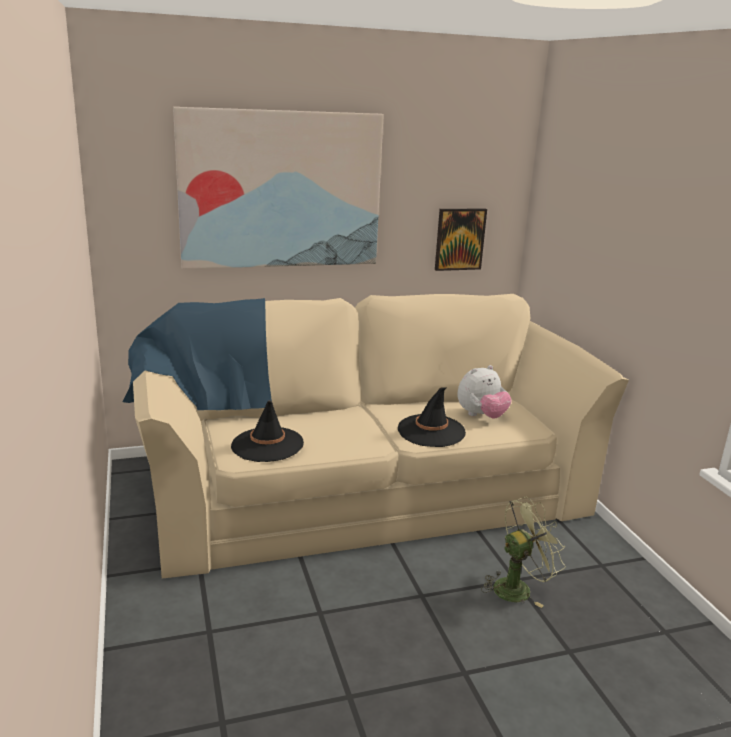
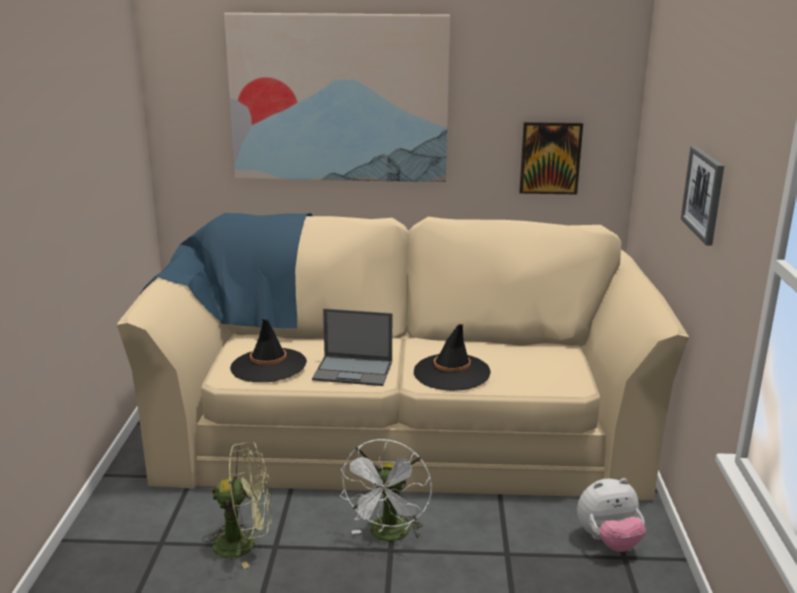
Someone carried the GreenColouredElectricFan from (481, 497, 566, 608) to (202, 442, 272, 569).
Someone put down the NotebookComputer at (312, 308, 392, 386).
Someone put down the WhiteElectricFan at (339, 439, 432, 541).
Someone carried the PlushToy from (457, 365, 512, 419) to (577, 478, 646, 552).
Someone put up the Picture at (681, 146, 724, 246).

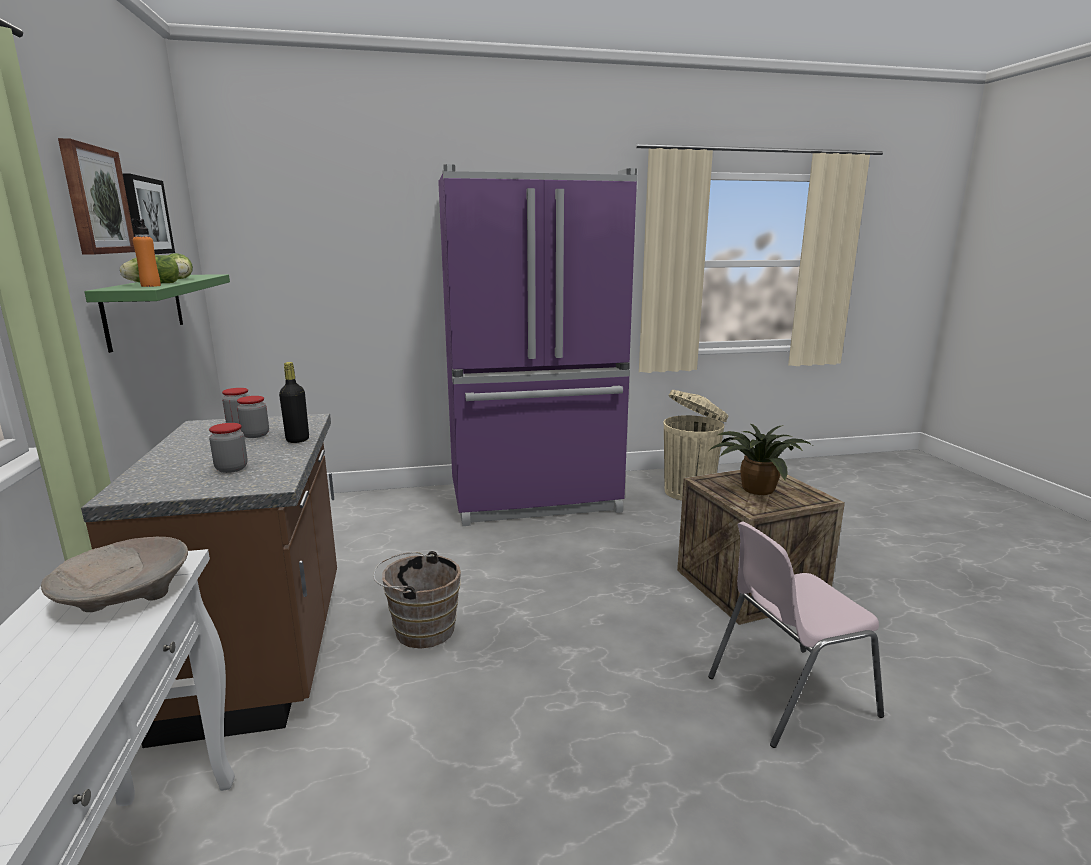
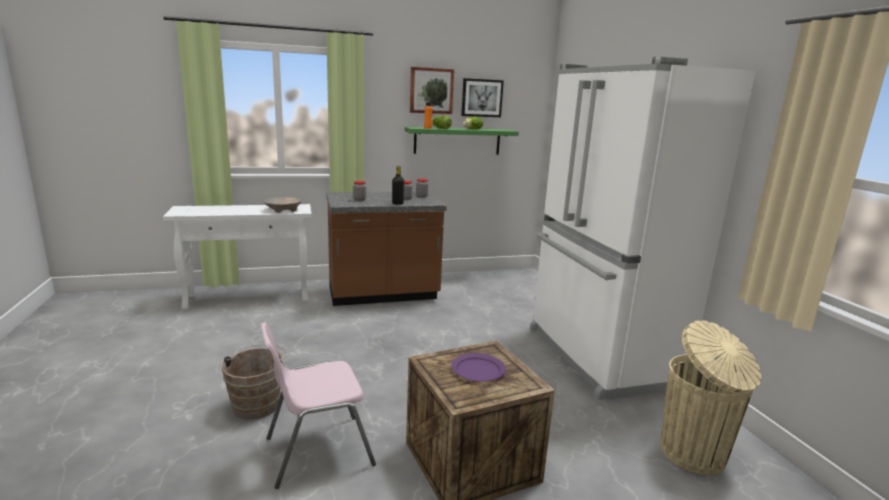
Someone carried the BrownColouredWaterBucket from (373, 551, 461, 649) to (222, 344, 287, 420).
Someone rotated the PinkishChair at (708, 521, 884, 748) by 90 degrees counterclockwise.
Someone swapped the PottedPlant at (709, 424, 812, 495) for the PurpleColouredDinnerPlate at (451, 353, 506, 382).
Someone repainted the PurpleColouredFridge at (438, 164, 637, 526), which became the WhiteFridge at (530, 57, 756, 400).

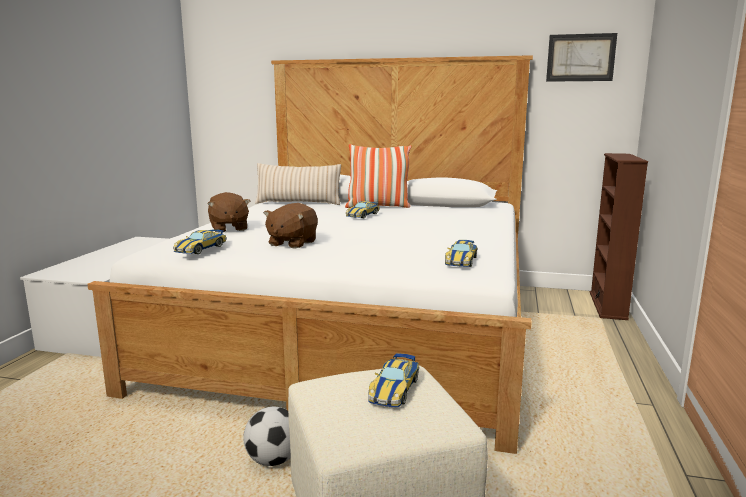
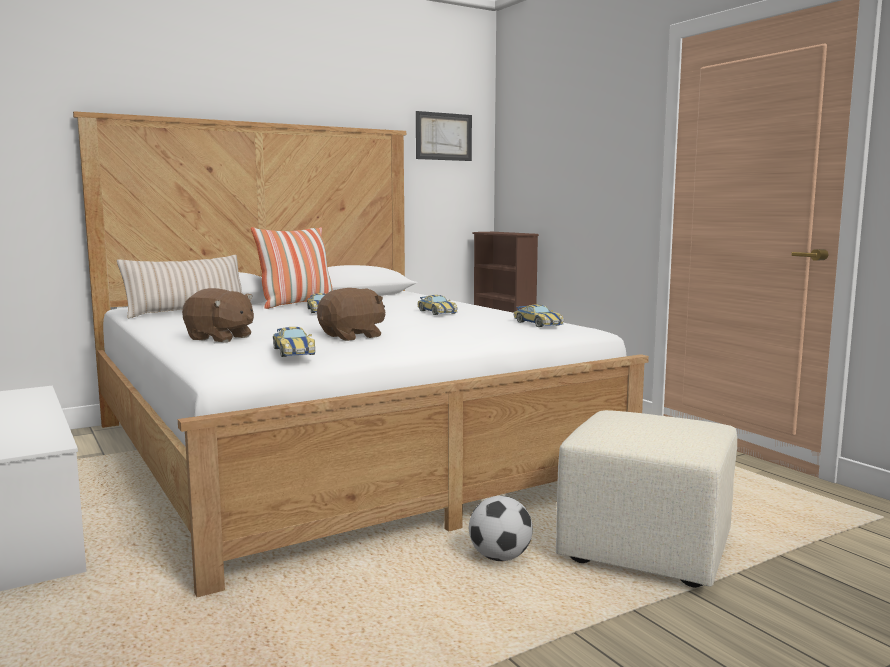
Someone rotated the BrownColouredPlushToy at (263, 203, 318, 249) by 105 degrees counterclockwise.
Someone carried the ModelCar from (368, 353, 419, 407) to (417, 295, 458, 315).

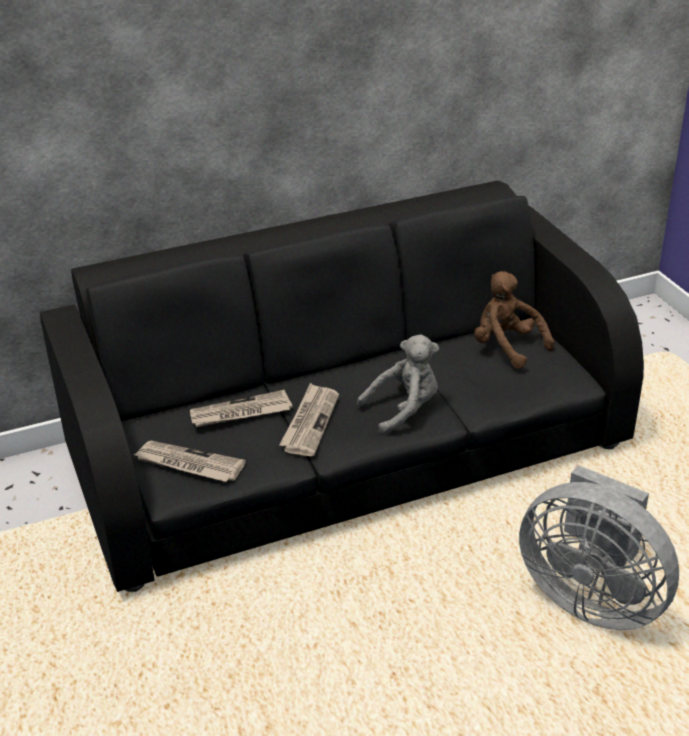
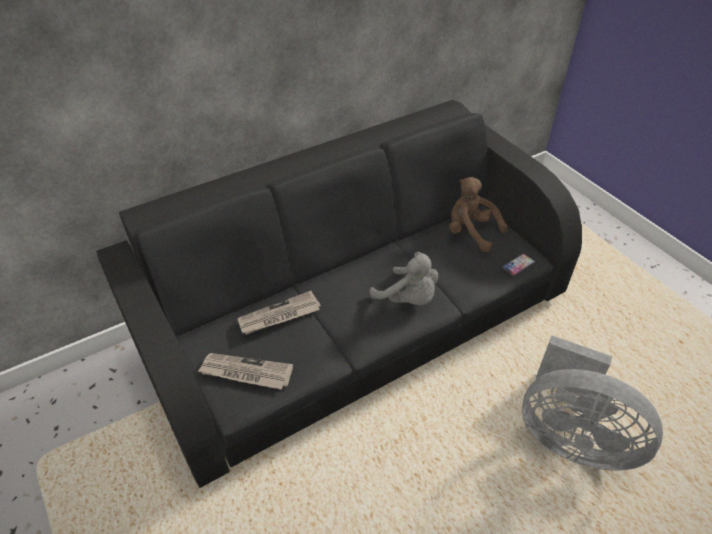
Someone rotated the GreyishPlushToy at (357, 335, 439, 436) by 75 degrees clockwise.
Someone put down the Phone at (502, 254, 535, 276).
Someone took away the PrintedPaper at (279, 383, 339, 456).

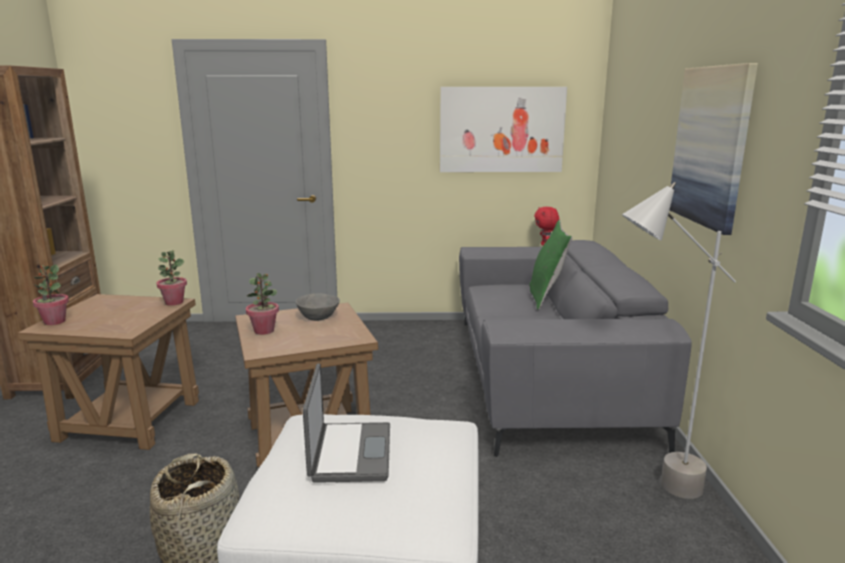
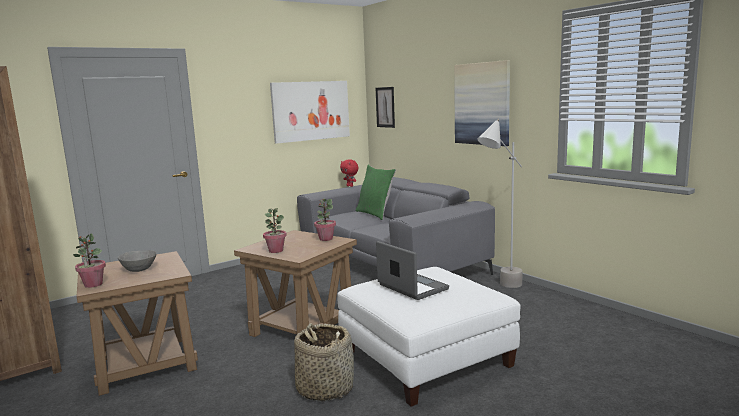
Someone carried the GreyishDeepDish from (296, 293, 340, 321) to (118, 250, 157, 272).
Someone carried the PottedPlant from (156, 250, 187, 306) to (314, 198, 336, 241).
Someone put up the Picture at (376, 87, 395, 128).

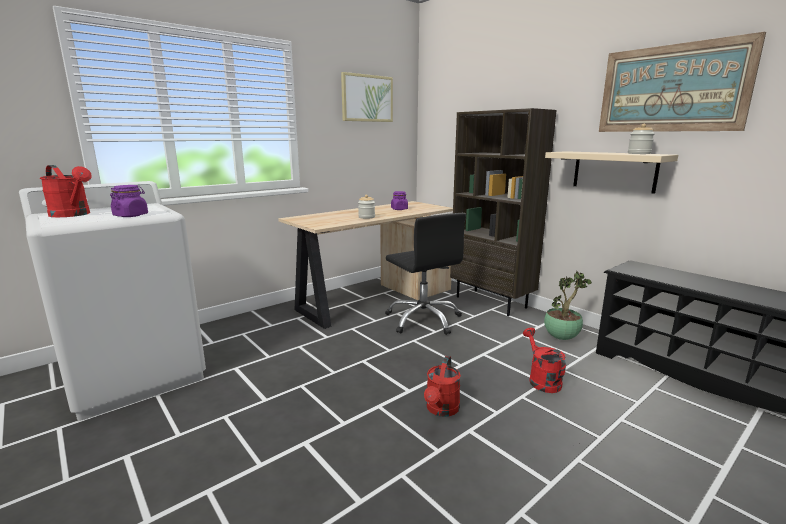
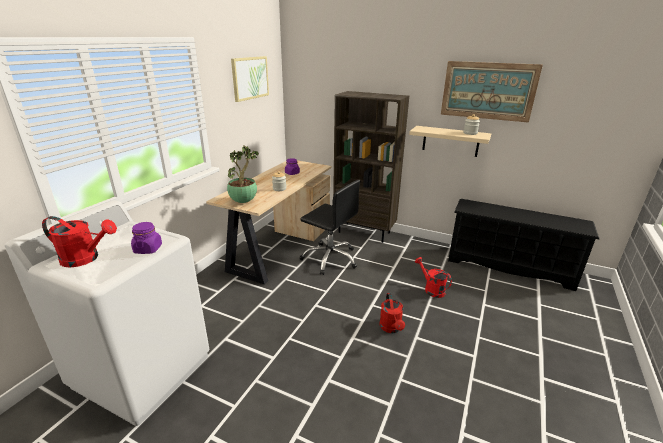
Someone carried the PottedPlant from (544, 271, 592, 340) to (227, 145, 259, 203).

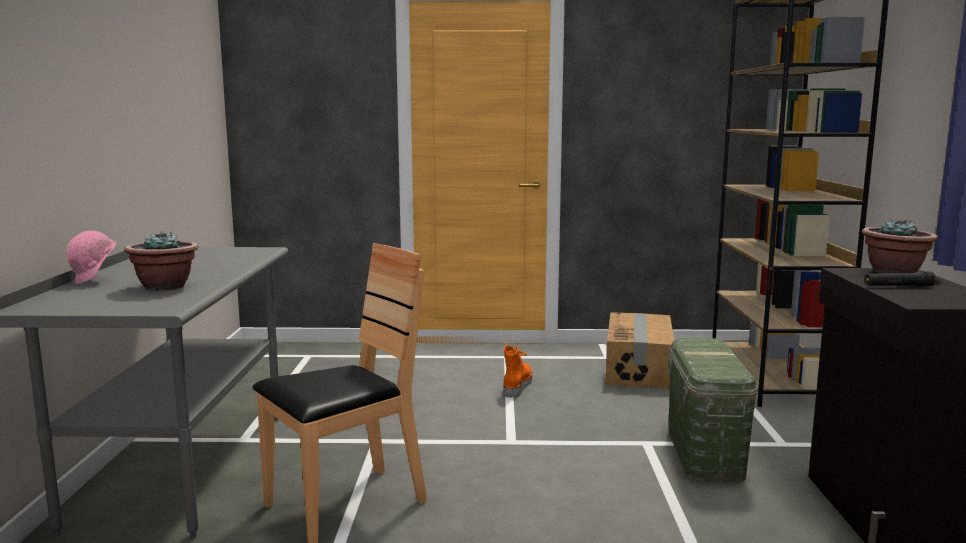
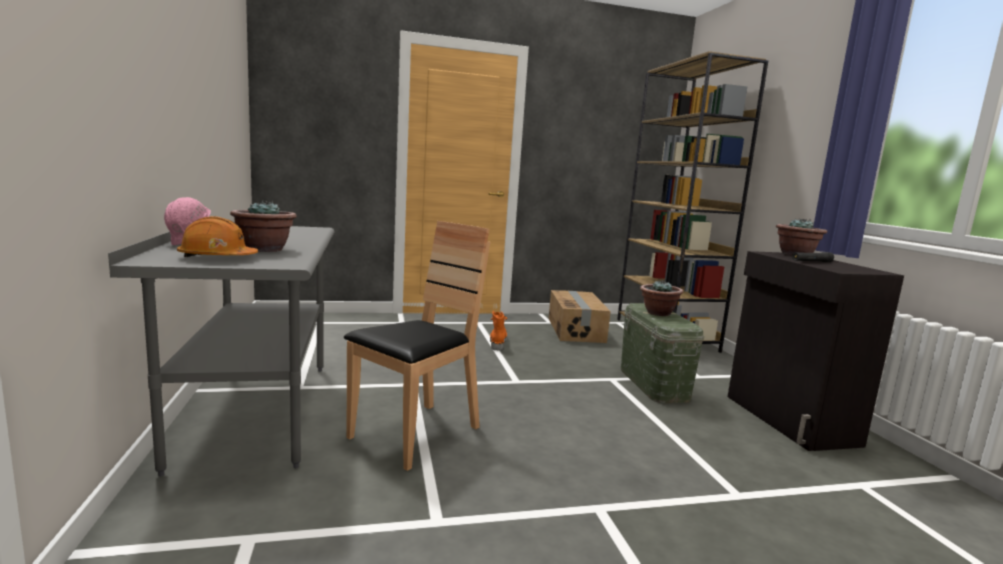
Someone put down the OrangeSafetyHelmet at (177, 216, 258, 257).
Someone put down the PottedPlant at (640, 280, 683, 316).

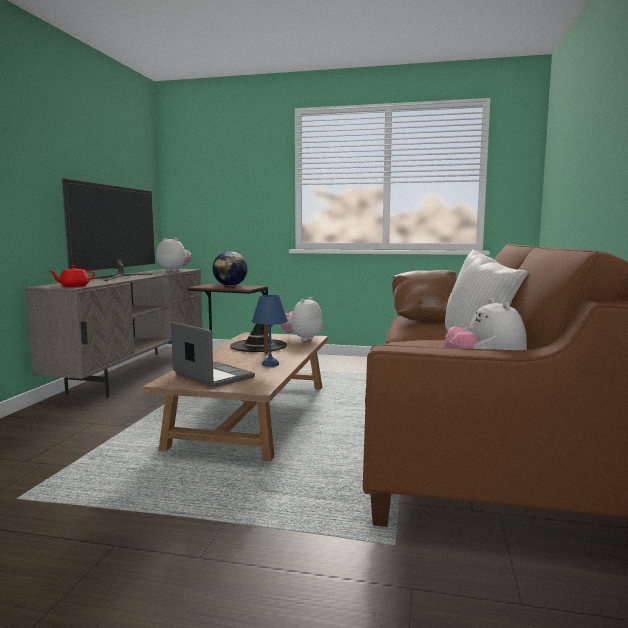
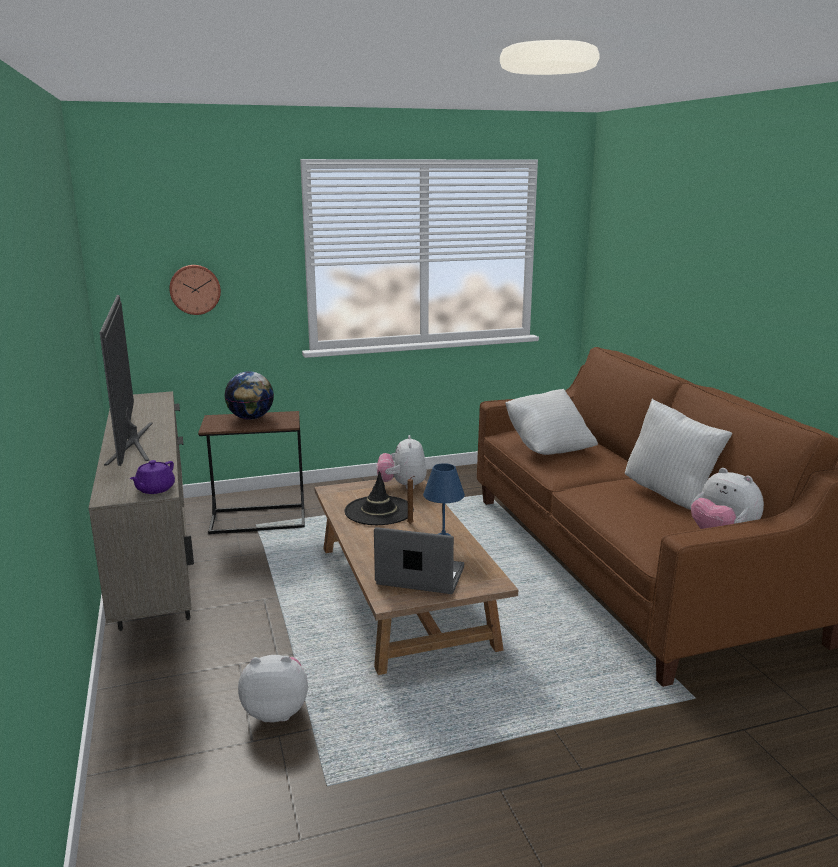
Someone repainted the ReddishTeapot at (50, 265, 95, 287), which became the PurpleColouredTeapot at (130, 460, 175, 494).
Someone put up the ClockOnTheWall at (169, 265, 221, 315).
Someone carried the PlushToy from (156, 238, 192, 272) to (238, 655, 308, 722).
Someone repainted the BrownColouredCushion at (392, 270, 457, 322), which became the WhiteCushion at (505, 389, 598, 455).

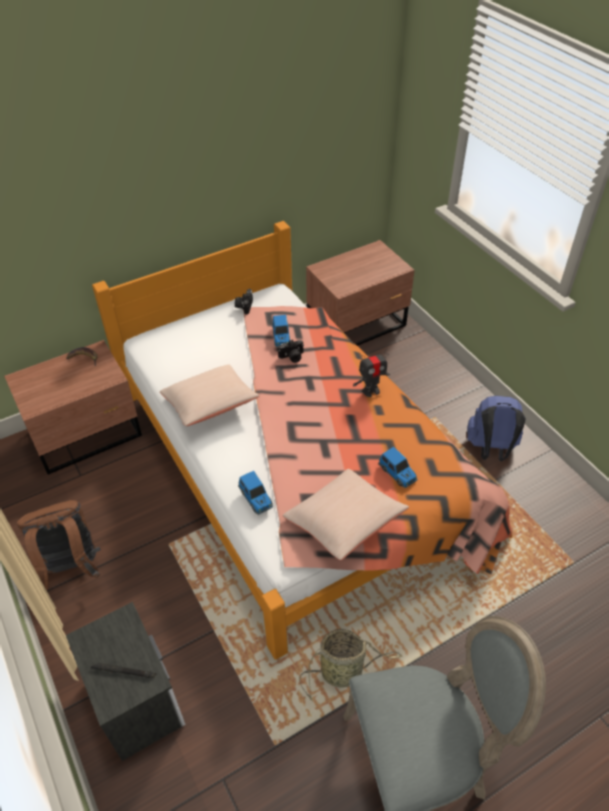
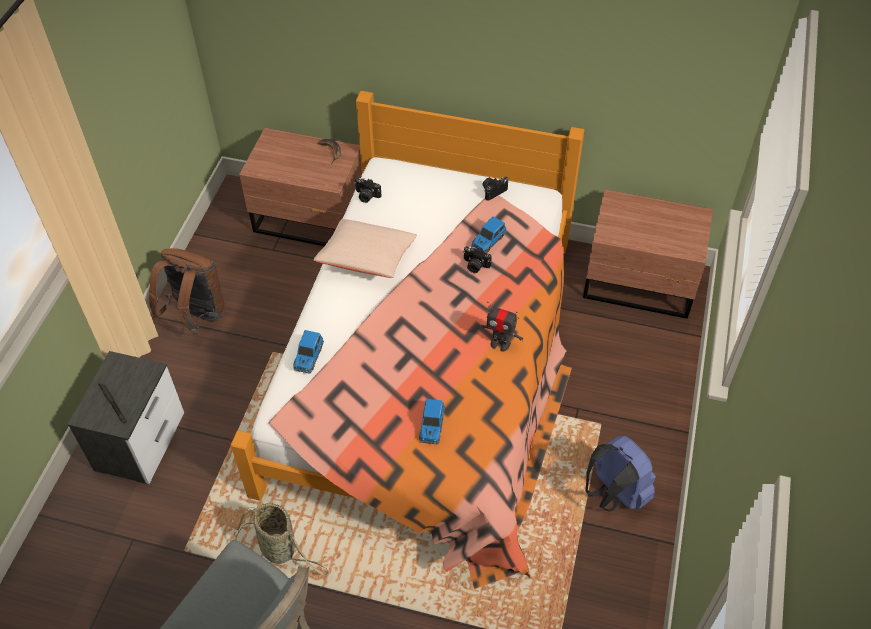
Someone put down the PhotoCamera at (354, 178, 381, 203).
Someone took away the BeigeCushion at (282, 469, 409, 560).

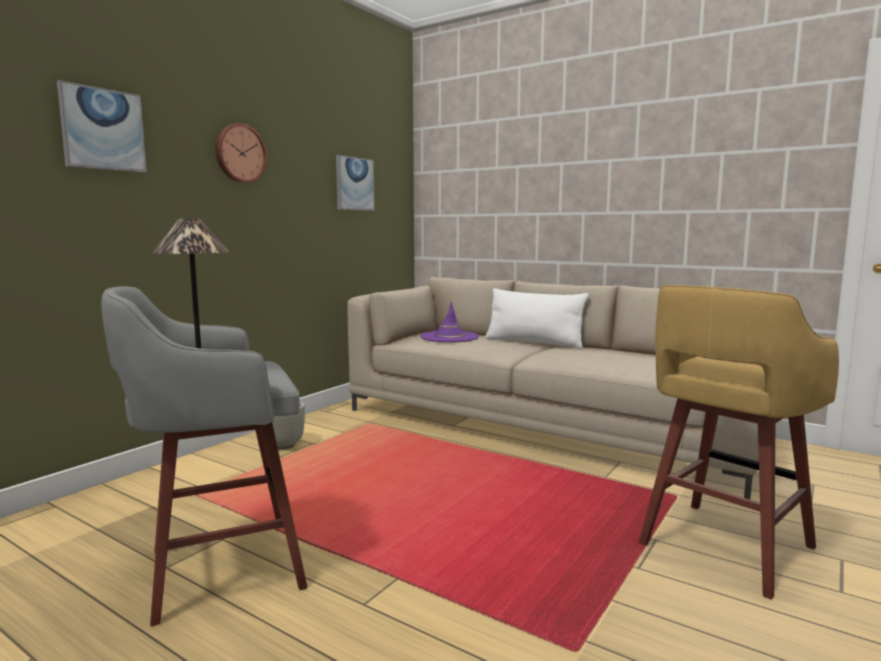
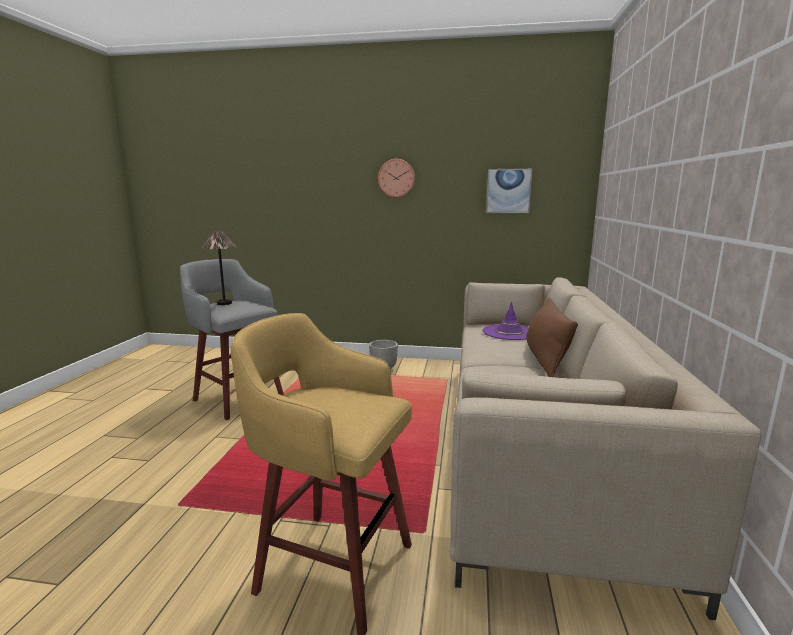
Someone repainted the WhiteCushion at (485, 288, 589, 349), which became the BrownColouredCushion at (526, 298, 578, 377).
Someone took away the Picture at (57, 80, 147, 173).

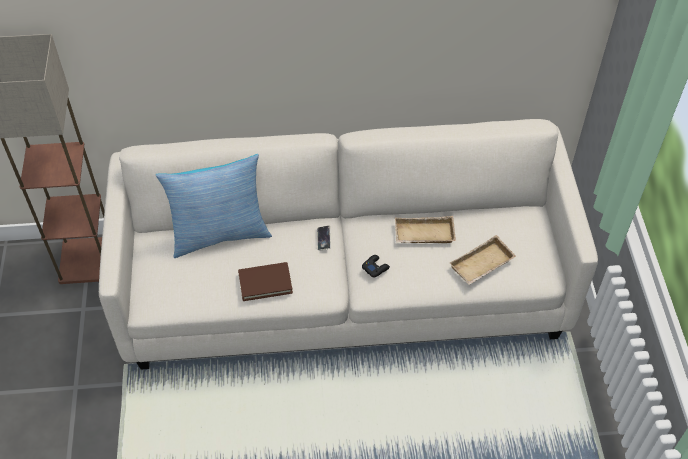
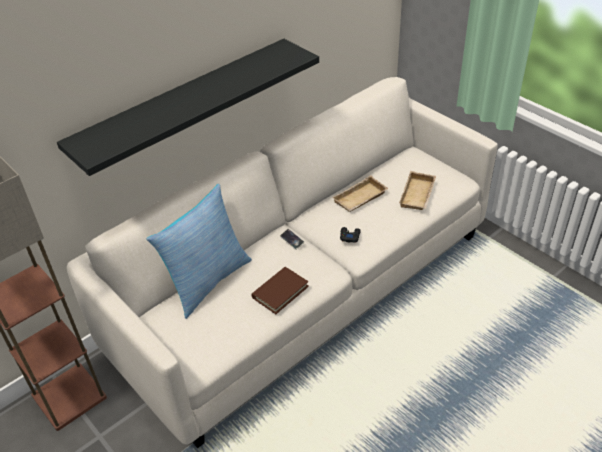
Someone put up the BlackishWallShelf at (57, 39, 319, 176).

